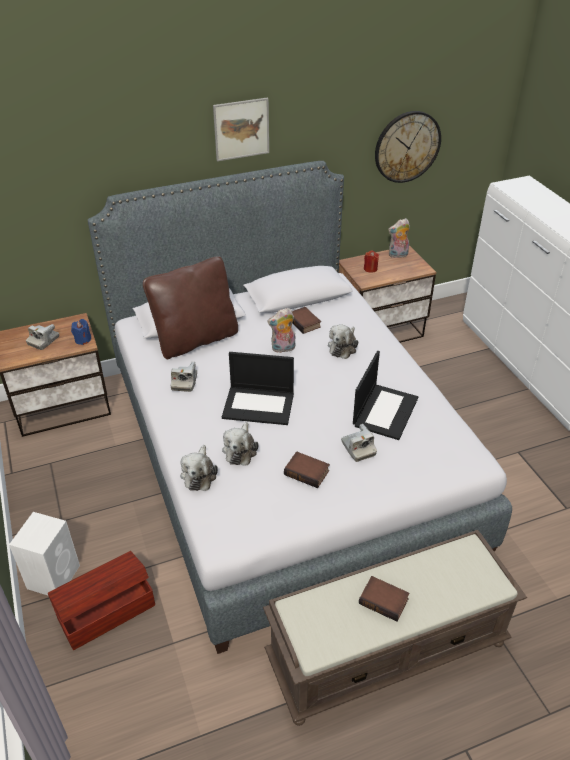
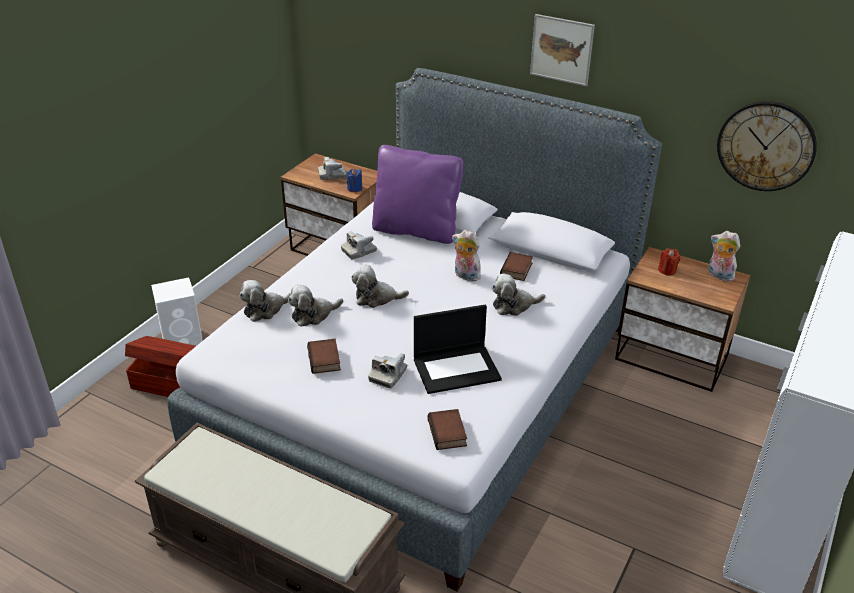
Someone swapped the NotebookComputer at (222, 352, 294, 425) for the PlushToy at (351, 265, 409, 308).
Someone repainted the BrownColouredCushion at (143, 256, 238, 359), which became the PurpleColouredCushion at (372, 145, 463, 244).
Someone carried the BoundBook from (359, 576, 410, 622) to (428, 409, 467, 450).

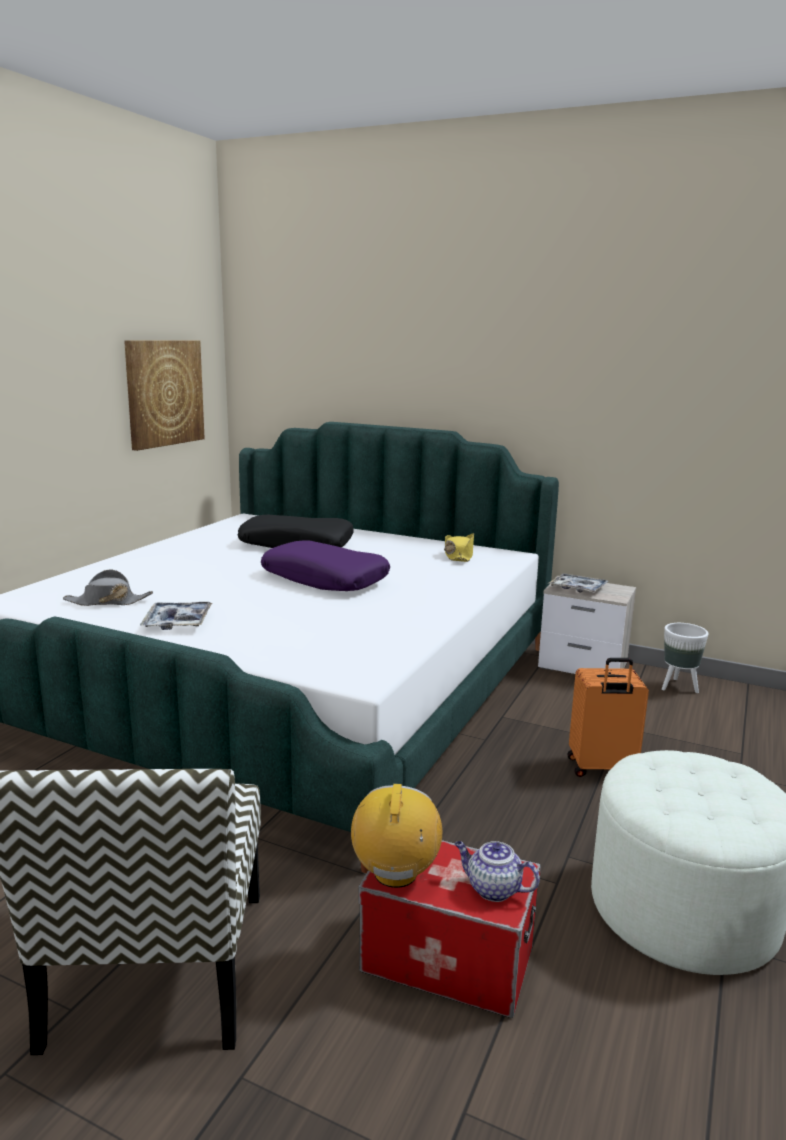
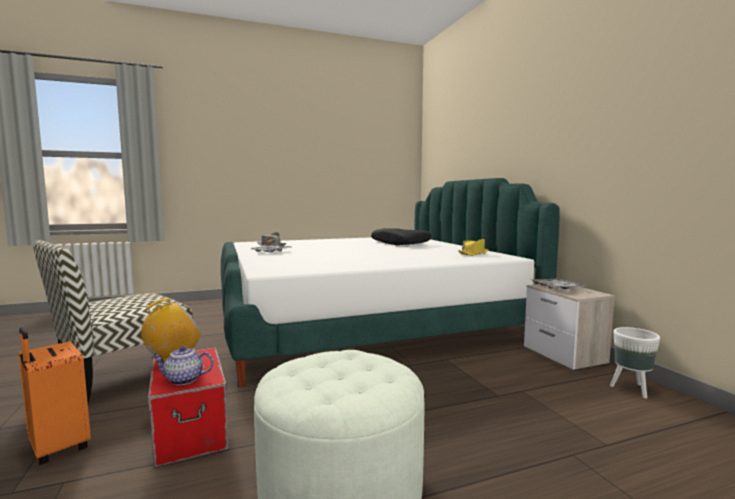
Someone carried the OrangeSuitcase from (567, 658, 649, 777) to (19, 327, 91, 465).
Someone rotated the Teapot at (455, 841, 540, 902) by 75 degrees counterclockwise.
Someone took away the Picture at (124, 340, 205, 451).
Someone took away the PurpleColouredCushion at (261, 540, 390, 591).

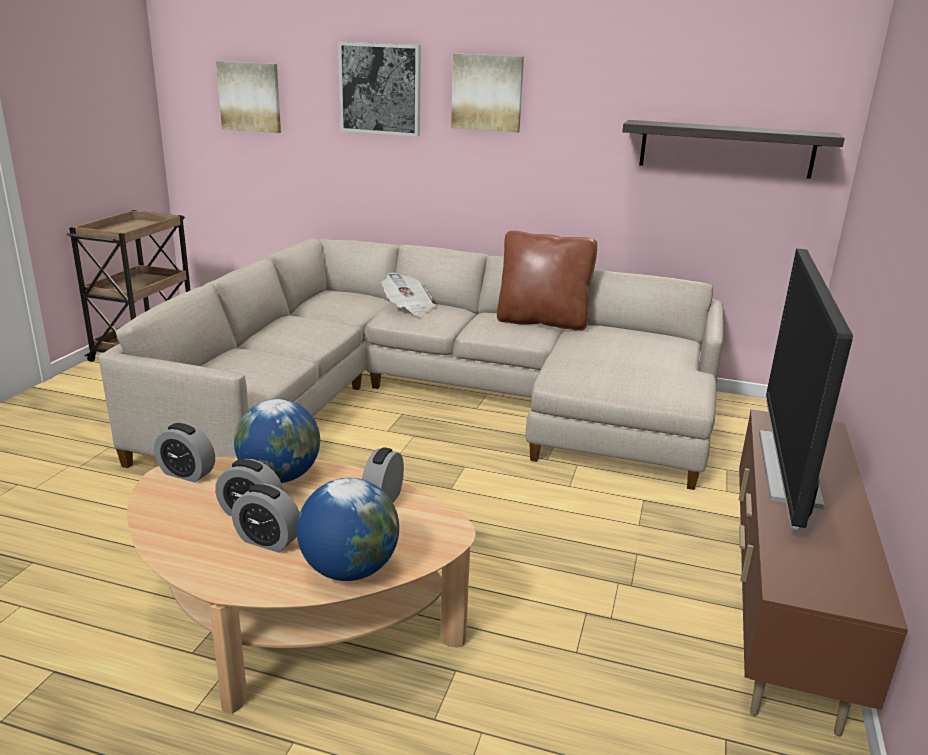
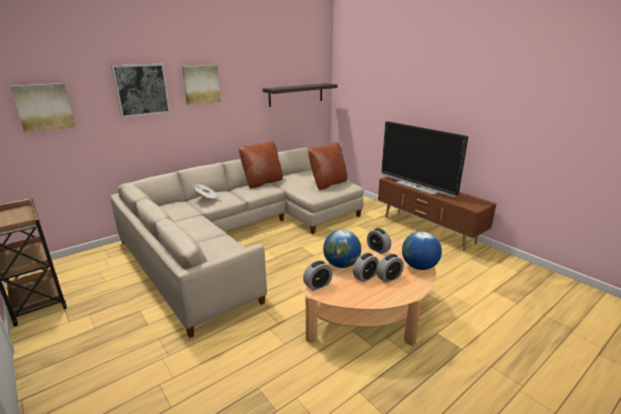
Someone put down the BrownColouredCushion at (308, 142, 348, 190).

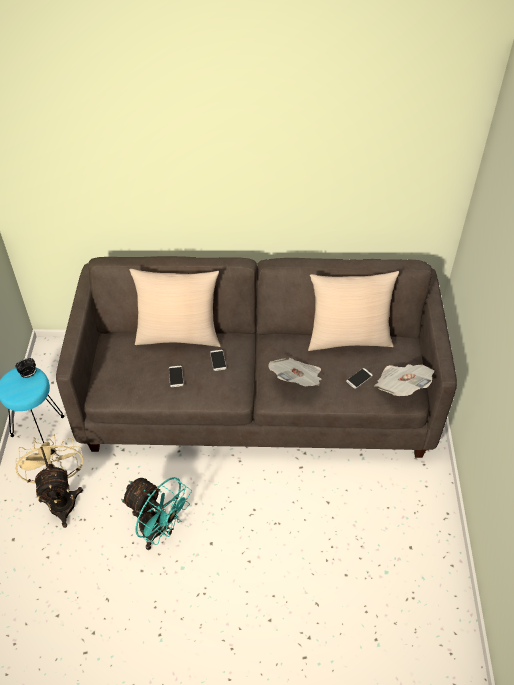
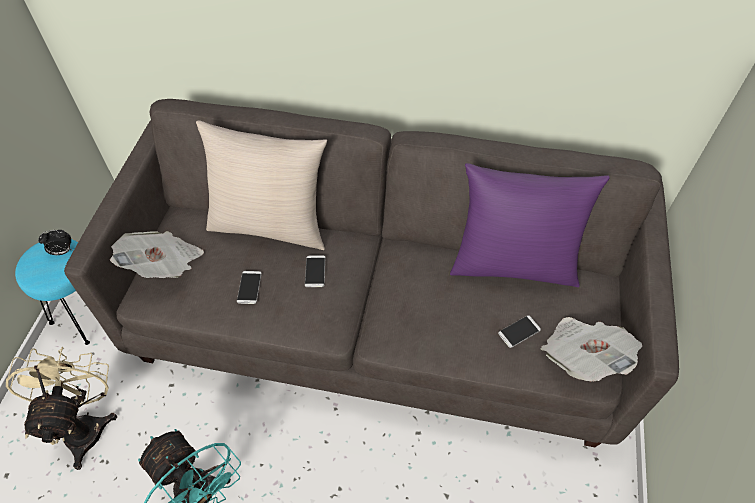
Someone carried the PrintedPaper from (268, 358, 322, 386) to (110, 231, 204, 278).
Someone repainted the BeigeCushion at (308, 271, 399, 351), which became the PurpleColouredCushion at (450, 163, 610, 287).

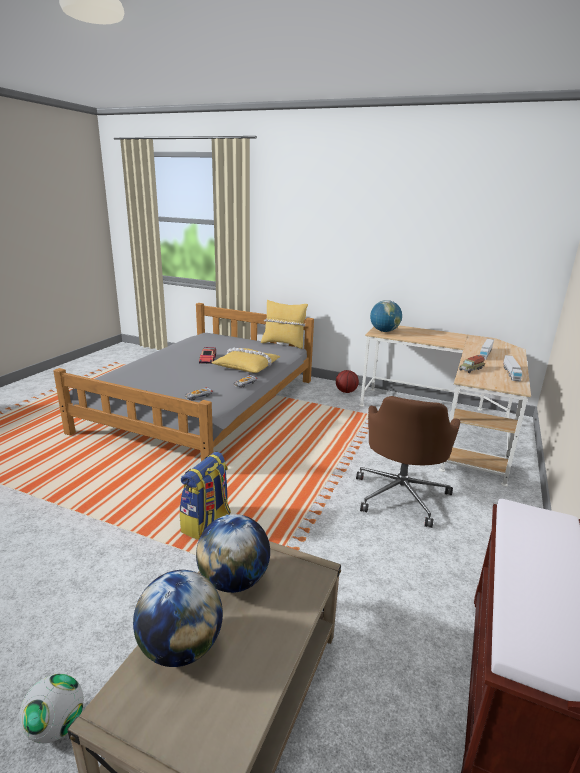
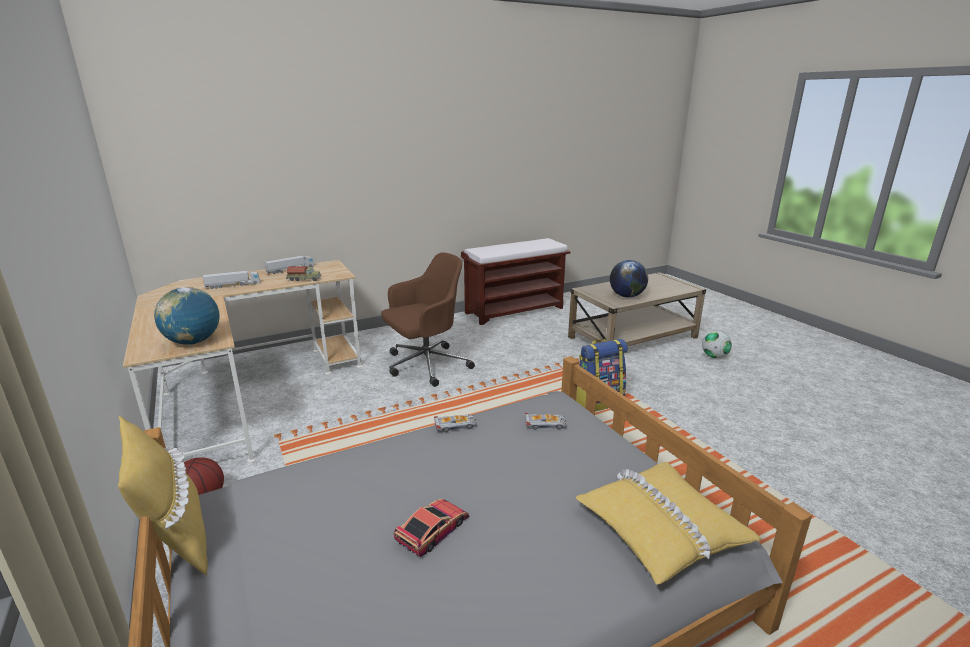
Someone carried the YellowCushion from (212, 348, 280, 373) to (576, 462, 762, 585).
Someone took away the WorldGlobe at (133, 570, 223, 667).

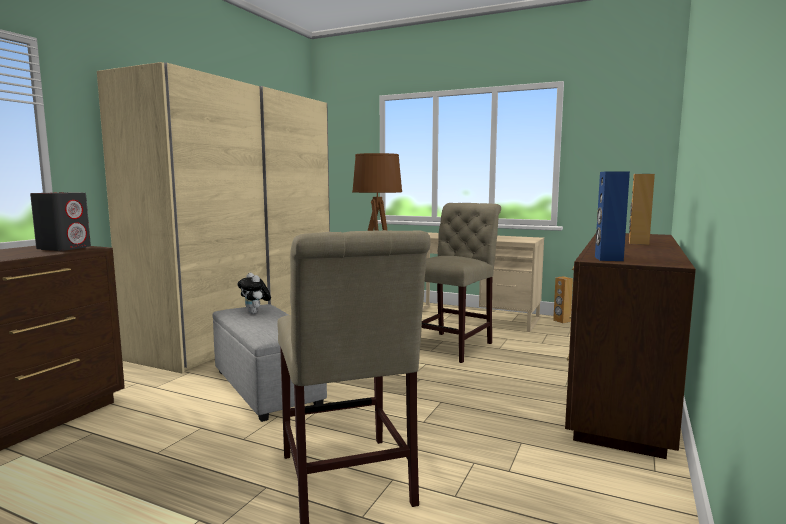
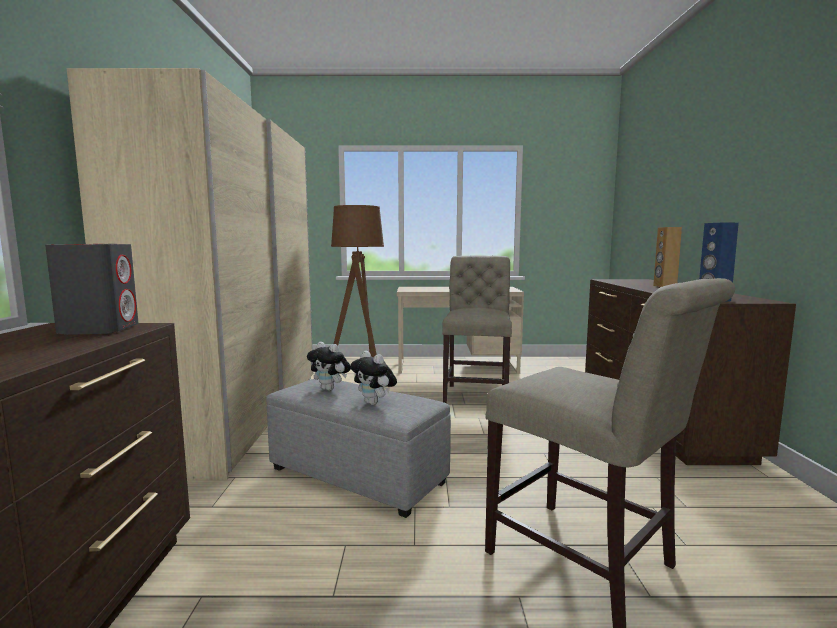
Someone put down the PlushToy at (350, 351, 397, 405).
Someone took away the BrownColouredLoudspeaker at (553, 276, 573, 323).

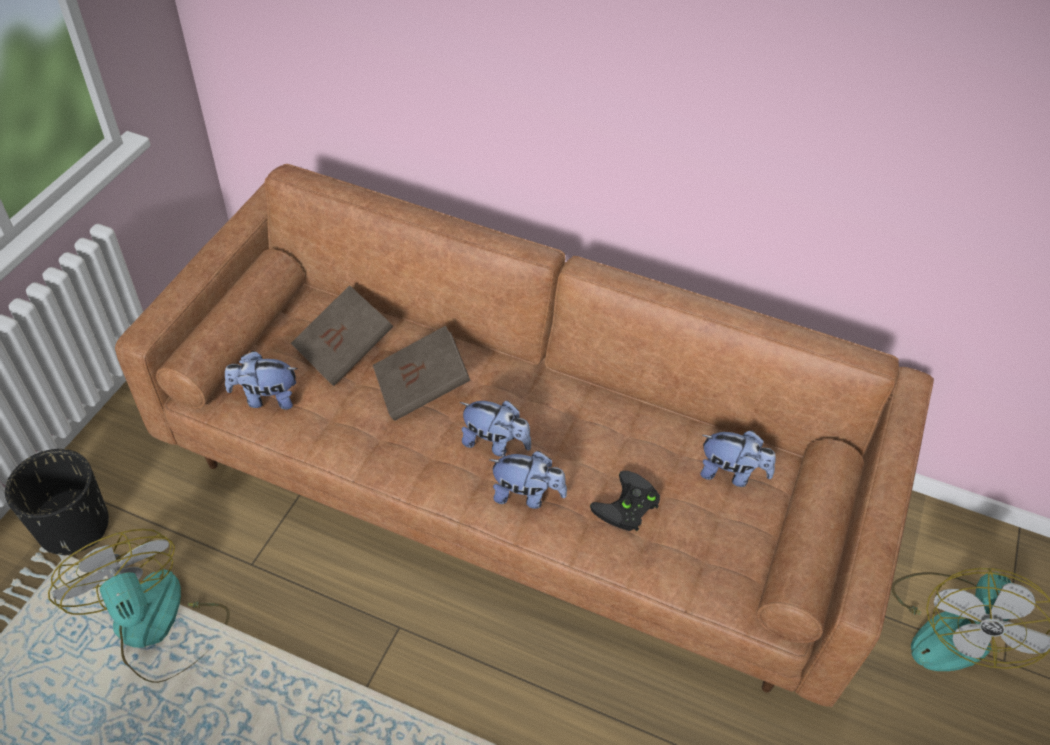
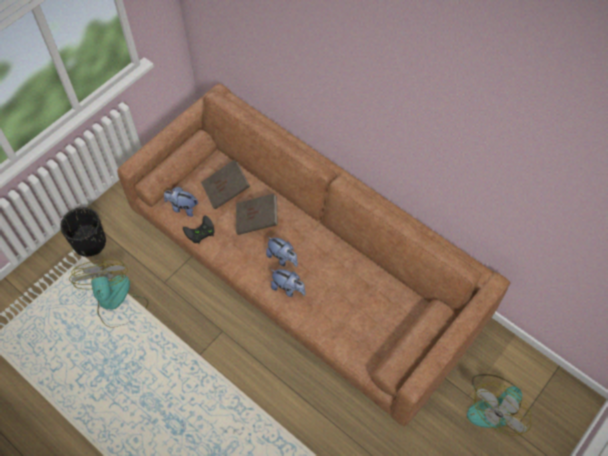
Someone carried the BlackishJoypad from (590, 471, 660, 531) to (183, 216, 214, 244).
Someone took away the PlushToy at (700, 431, 776, 487).

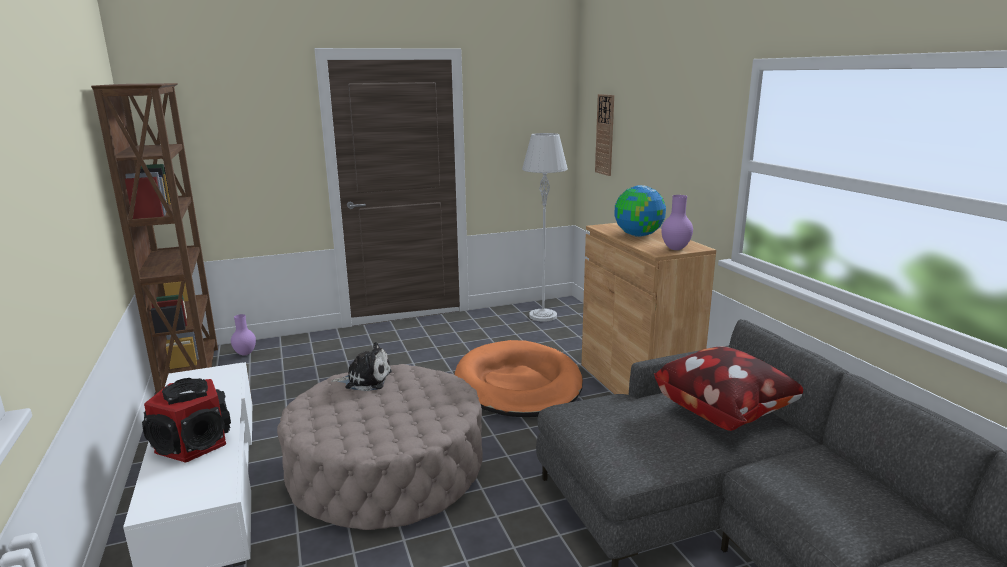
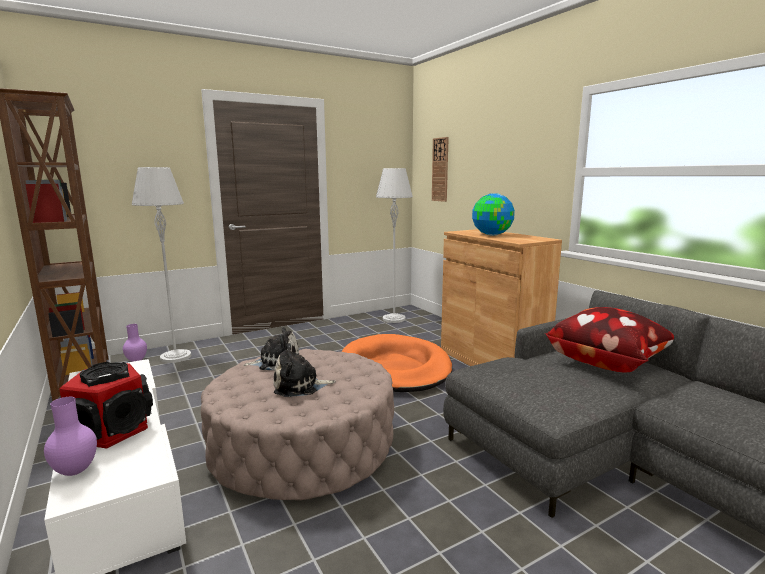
Someone carried the PurpleColouredDecorativeVase from (661, 195, 693, 250) to (44, 397, 97, 476).
Someone put down the GreyishStandingLamp at (132, 167, 191, 363).
Someone put down the PlushToy at (273, 343, 336, 397).

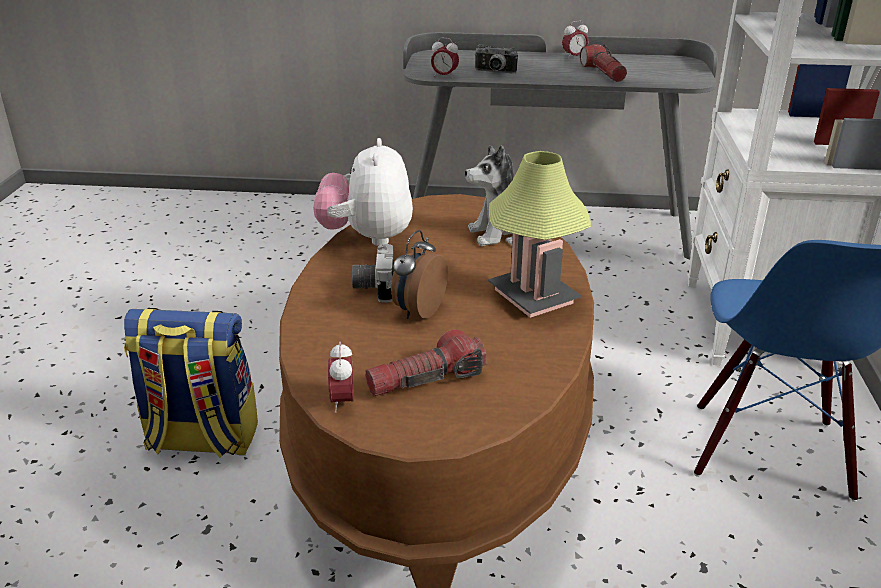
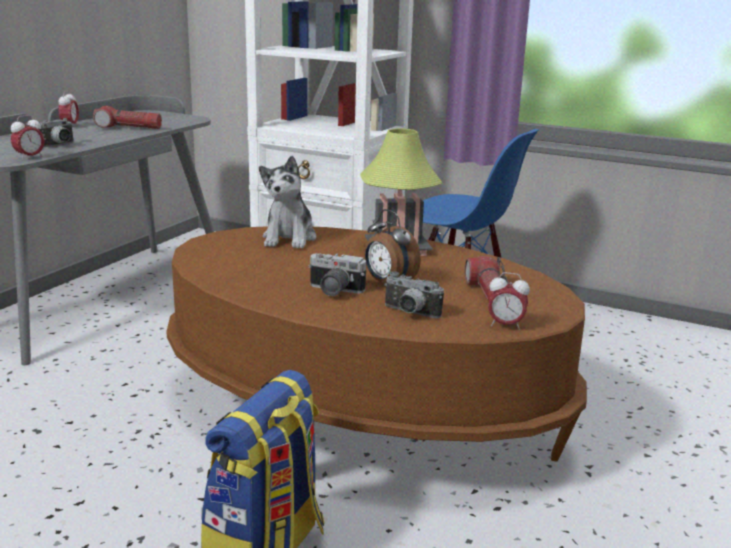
Someone put down the PhotoCamera at (384, 271, 444, 318).
Someone took away the PlushToy at (313, 138, 413, 246).

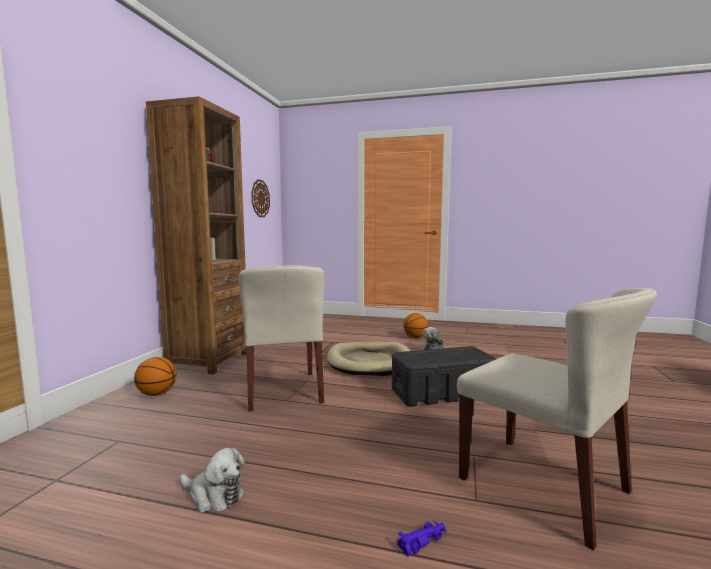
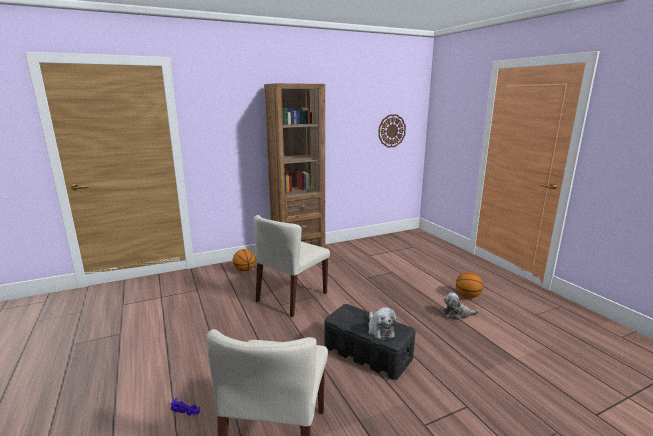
Someone carried the PlushToy from (180, 448, 245, 513) to (368, 307, 397, 340).
Someone took away the BeigePetBed at (327, 342, 410, 376).

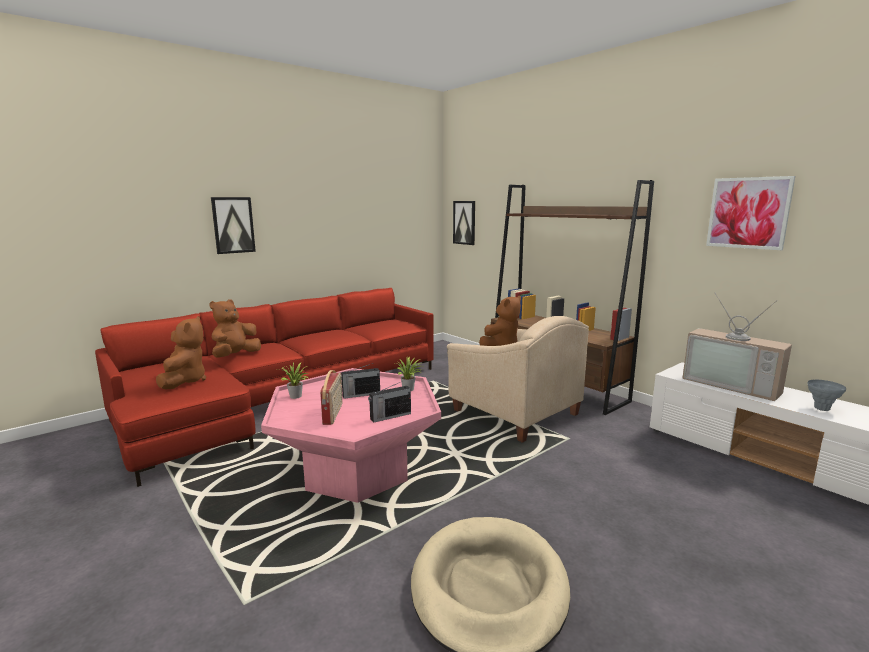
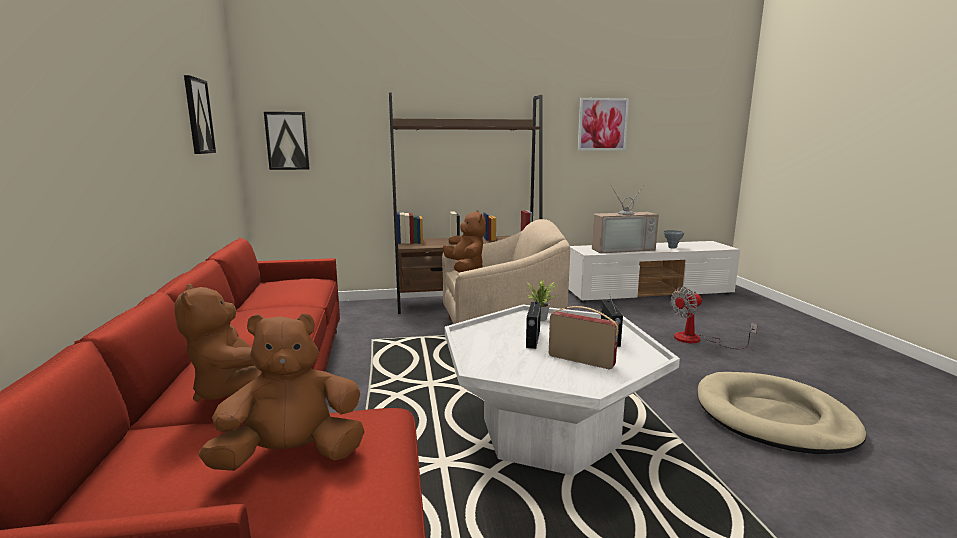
Someone carried the Picture from (211, 197, 256, 254) to (184, 75, 216, 154).
Someone rotated the BrownColouredPlushToy at (156, 316, 206, 390) by 45 degrees counterclockwise.
Someone repainted the PinkishCoffeeTable at (261, 368, 441, 503), which became the WhiteCoffeeTable at (445, 305, 680, 476).
Someone put down the ElectricFan at (671, 287, 758, 349).
Someone took away the PottedPlant at (281, 363, 310, 399).

